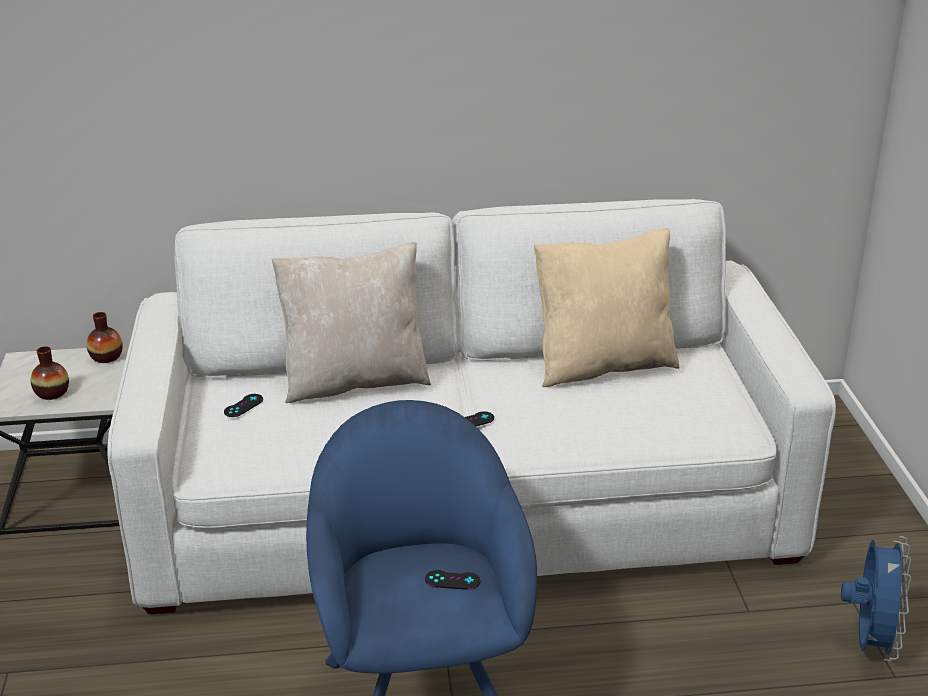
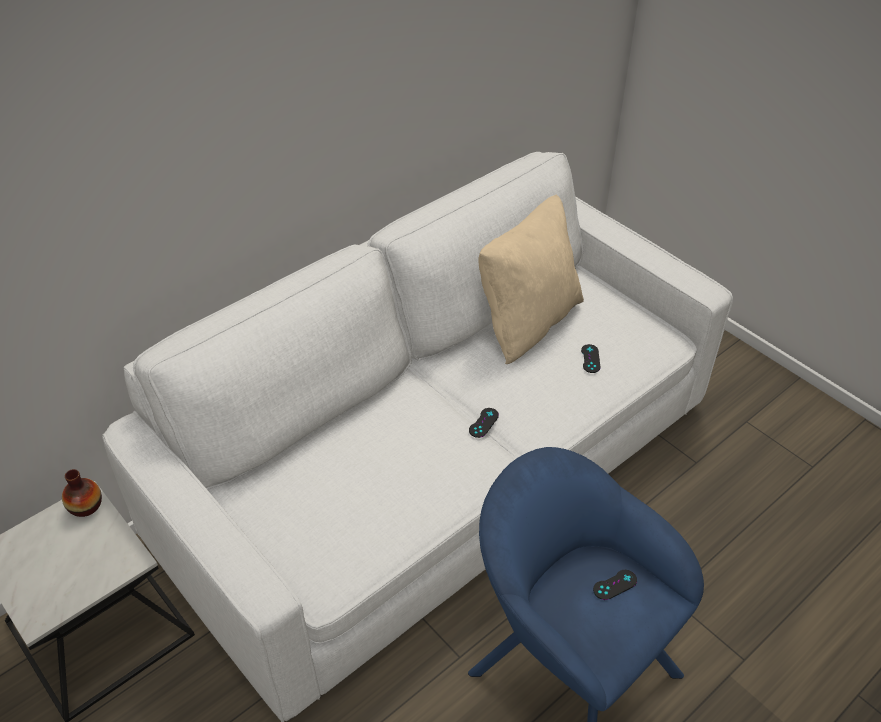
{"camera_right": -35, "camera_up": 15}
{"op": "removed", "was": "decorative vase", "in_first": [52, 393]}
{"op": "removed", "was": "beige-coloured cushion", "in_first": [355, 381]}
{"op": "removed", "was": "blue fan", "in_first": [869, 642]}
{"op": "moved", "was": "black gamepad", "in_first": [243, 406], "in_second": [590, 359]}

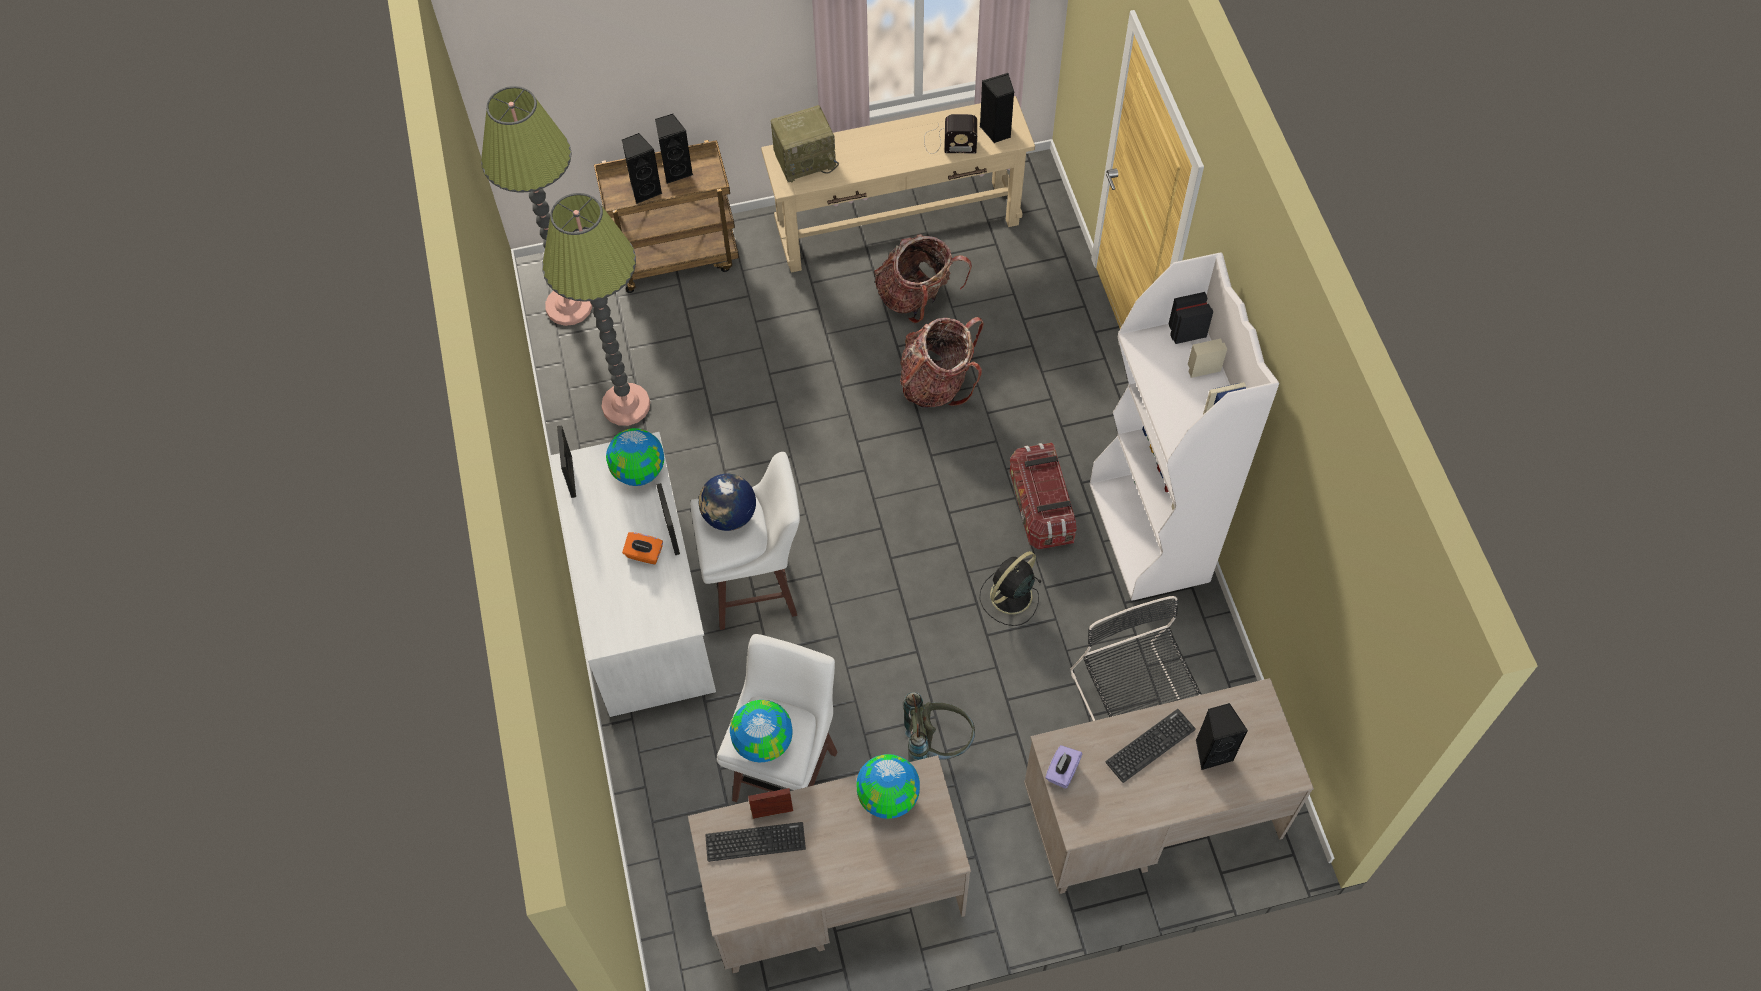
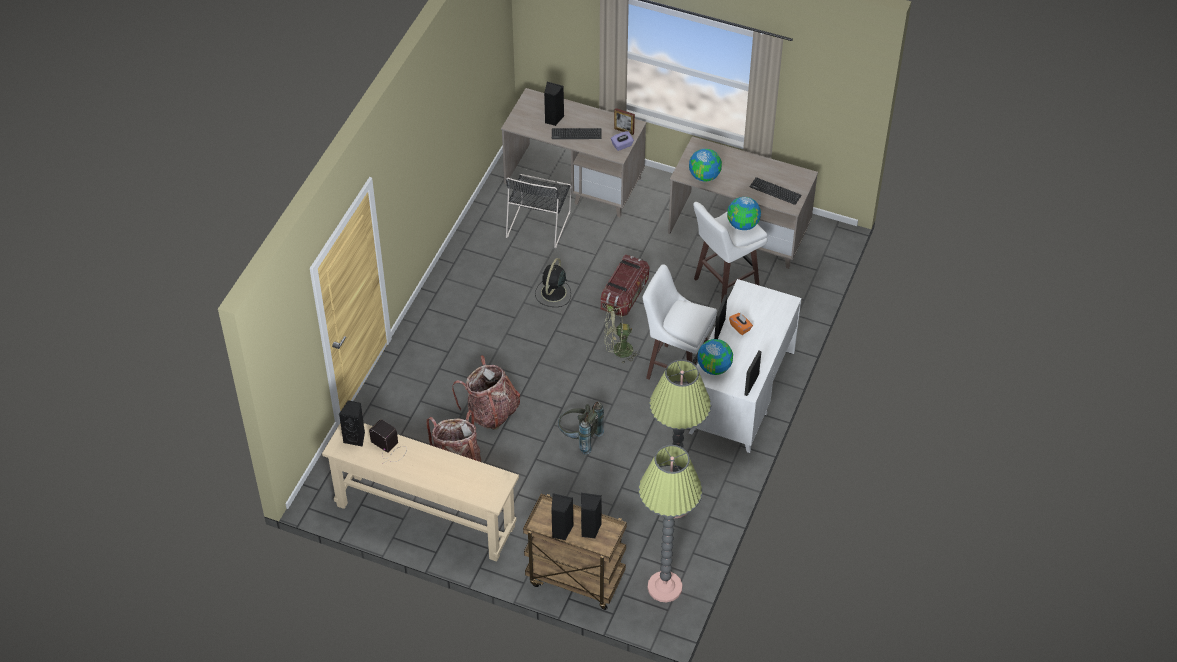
{"camera_right": -145, "camera_up": -10}
{"op": "removed", "was": "globe", "in_first": [729, 516]}
{"op": "removed", "was": "radio receiver", "in_first": [805, 160]}
{"op": "removed", "was": "whitish bookshelf", "in_first": [1149, 533]}
{"op": "added", "now": "green fan", "in_second": [618, 351]}
{"op": "moved", "was": "standing frame", "in_first": [772, 812], "in_second": [624, 131]}
{"op": "moved", "was": "gray knapsack", "in_first": [936, 746], "in_second": [579, 438]}
{"op": "moved", "was": "storage box", "in_first": [1040, 507], "in_second": [625, 295]}
{"op": "turned", "was": "black fan", "in_first": [1009, 597], "in_second": [553, 293], "clockwise": 120}

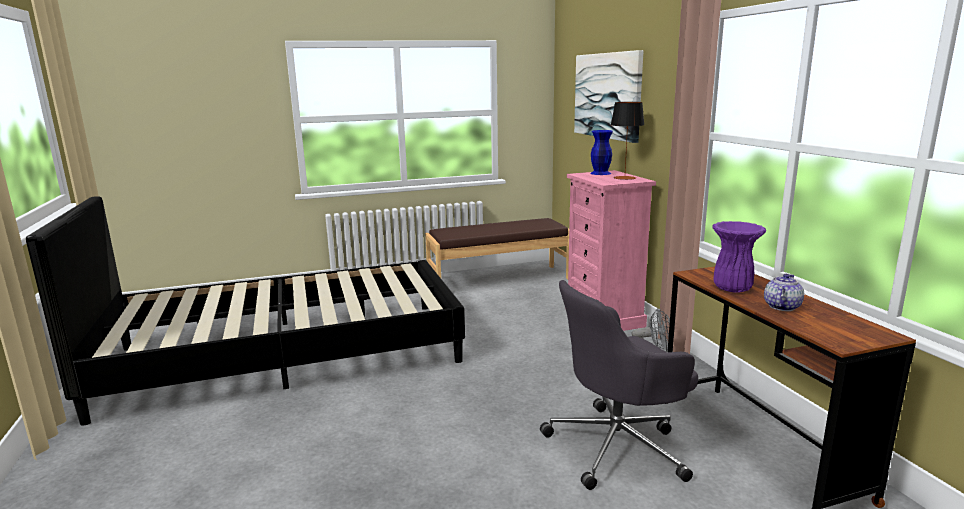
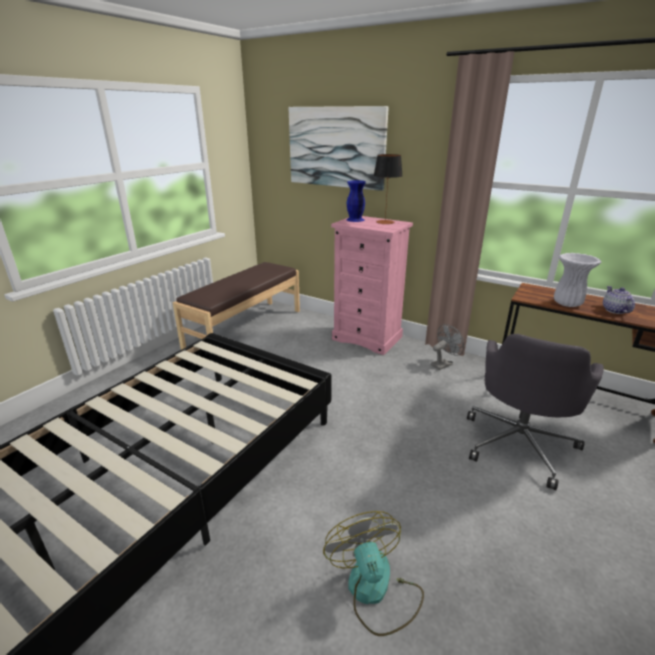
{"camera_right": -40, "camera_up": 10}
{"op": "added", "now": "fan", "in_second": [375, 591]}
{"op": "recoloured", "was": "purplish decorative vase", "now": "whitish decorative vase", "in_first": [731, 289], "in_second": [567, 304]}

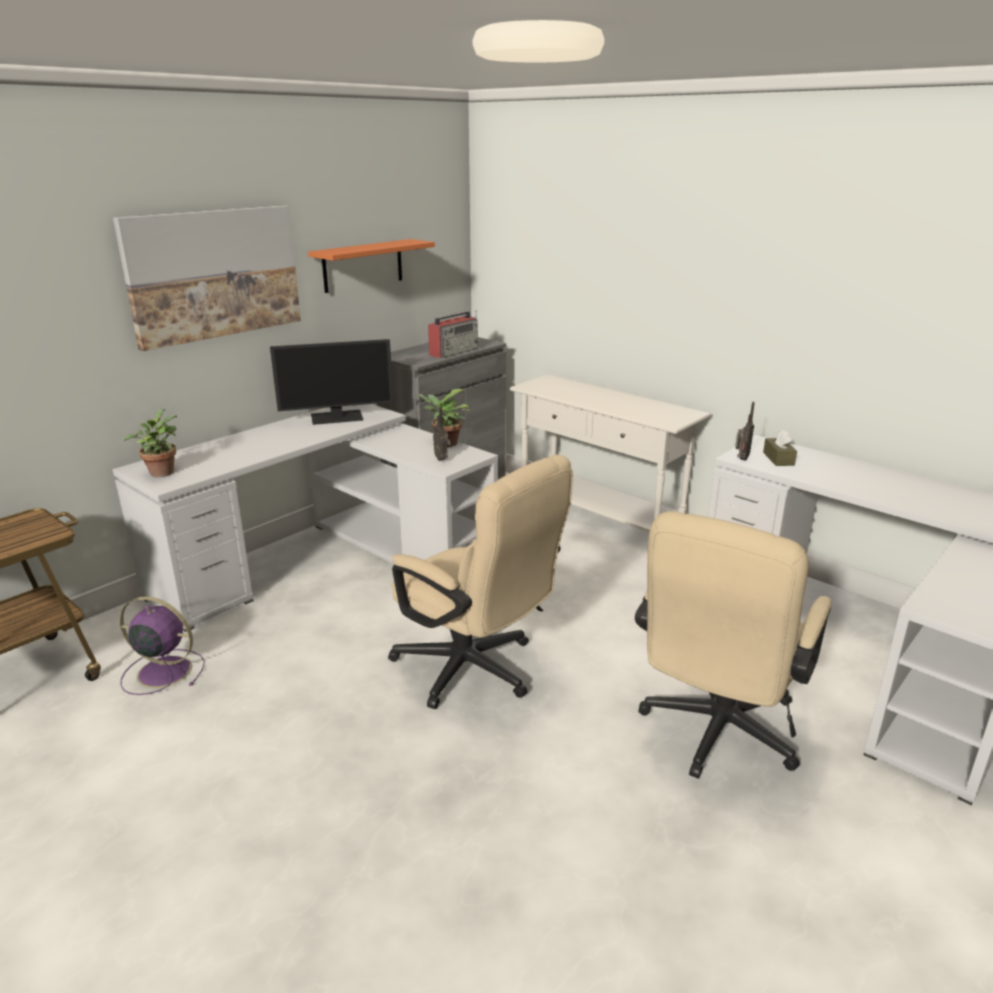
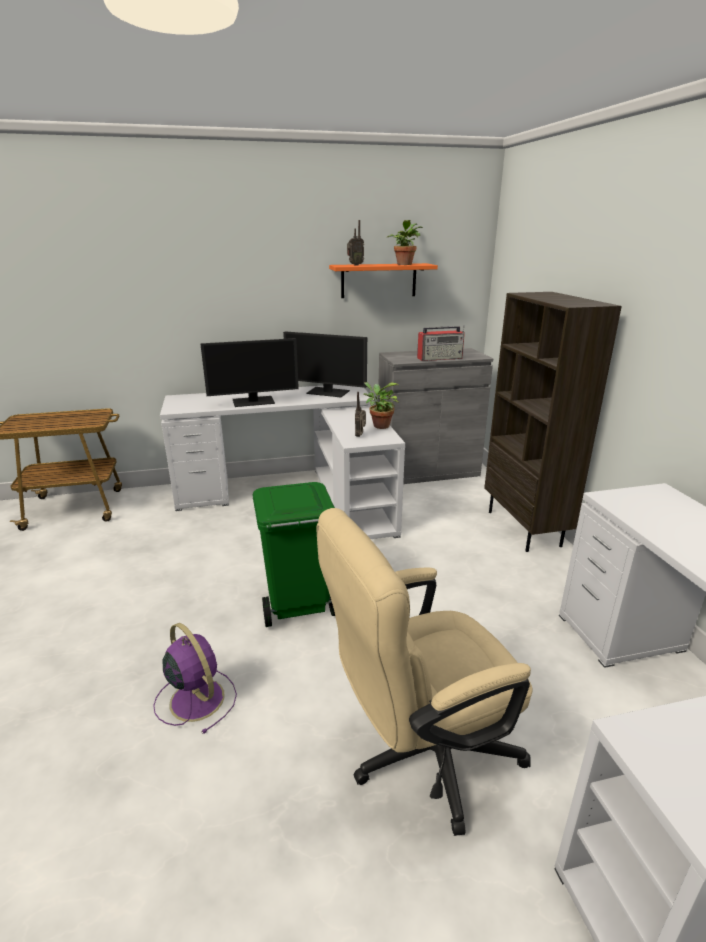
{"camera_right": 35, "camera_up": 0}
{"op": "removed", "was": "wall picture", "in_first": [214, 274]}
{"op": "removed", "was": "brownish box of tissues", "in_first": [778, 459]}
{"op": "added", "now": "monitor", "in_second": [254, 401]}
{"op": "moved", "was": "purplish fan", "in_first": [162, 671], "in_second": [196, 698]}
{"op": "moved", "was": "potted plant", "in_first": [161, 472], "in_second": [404, 264]}
{"op": "moved", "was": "radio receiver", "in_first": [740, 459], "in_second": [354, 265]}
{"op": "replaced", "was": "beige-coloured office chair", "now": "green trash can", "in_first": [475, 671], "in_second": [297, 607]}
{"op": "replaced", "was": "whitish console table", "now": "brownish bookshelf", "in_first": [599, 520], "in_second": [525, 528]}

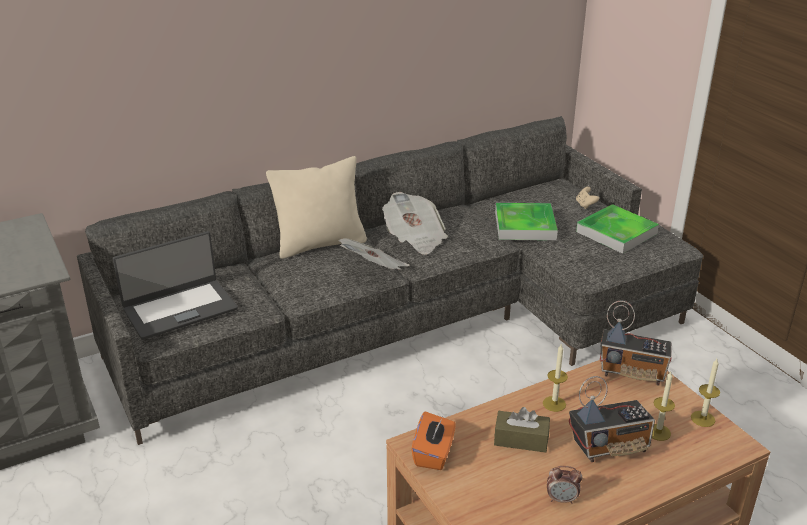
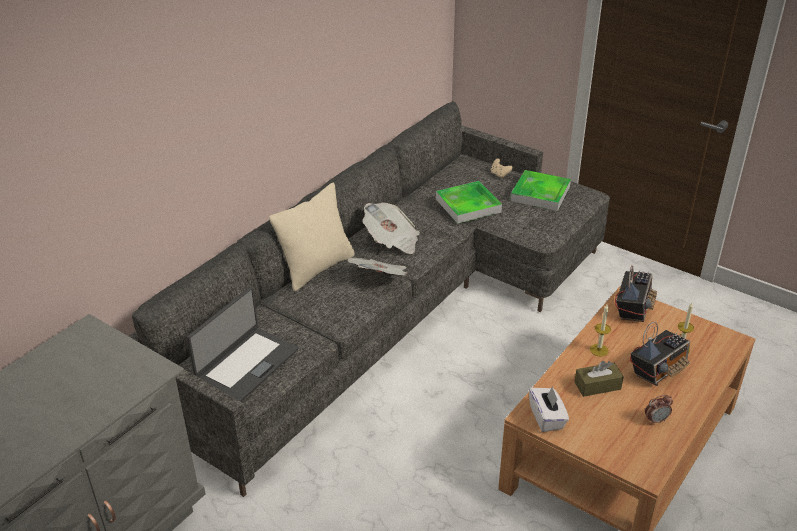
{"camera_right": -25, "camera_up": 5}
{"op": "removed", "was": "candle", "in_first": [703, 419]}
{"op": "recoloured", "was": "orangey box of tissues", "now": "whitish box of tissues", "in_first": [433, 454], "in_second": [547, 418]}
{"op": "turned", "was": "radio receiver", "in_first": [632, 373], "in_second": [633, 308], "clockwise": -60}

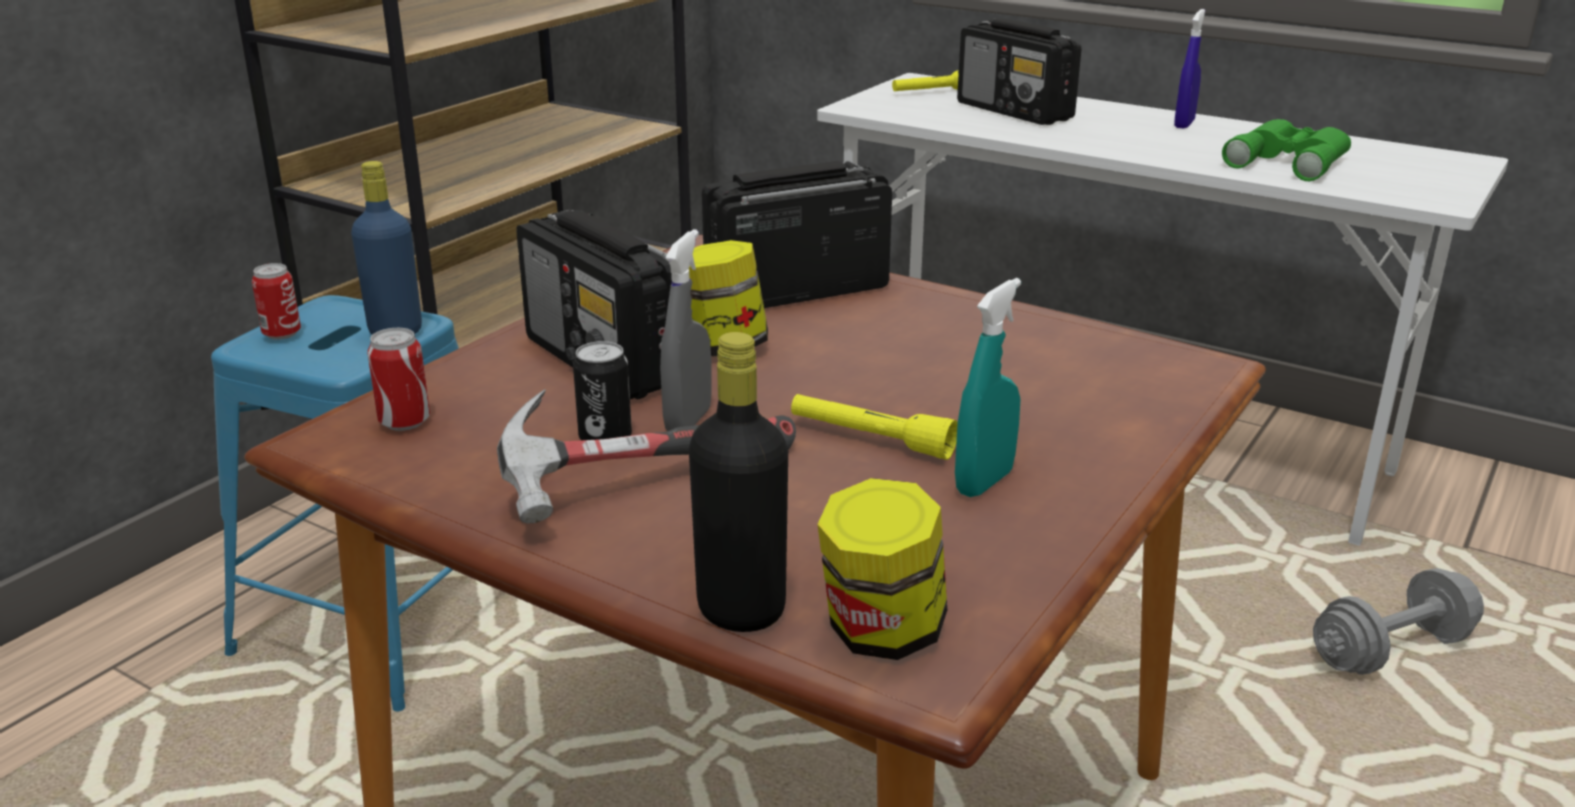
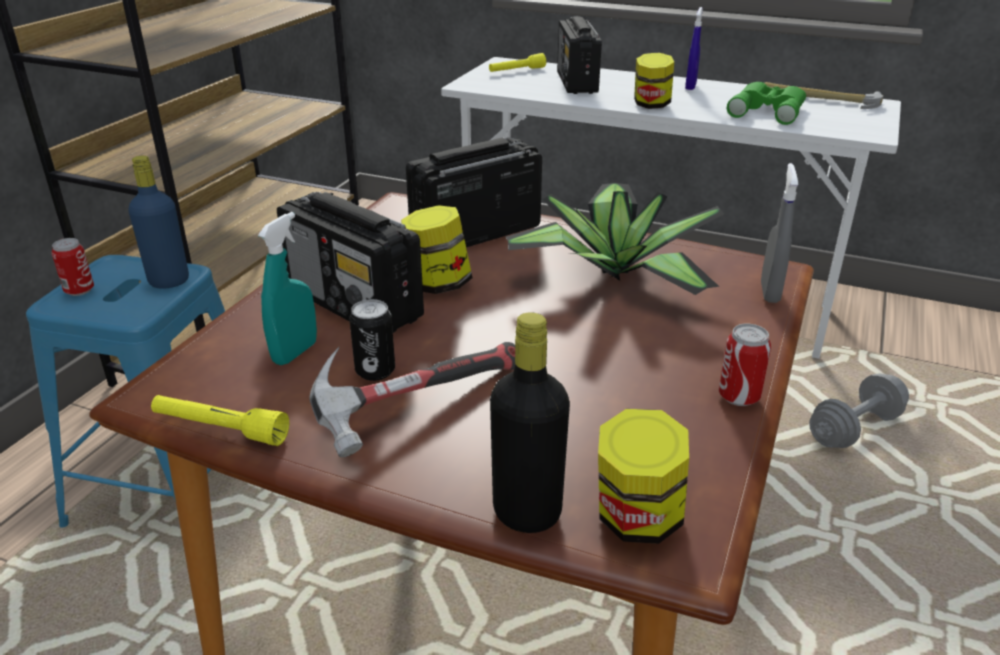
{"camera_right": -10, "camera_up": 5}
{"op": "added", "now": "potted plant", "in_second": [612, 274]}
{"op": "added", "now": "storage jar", "in_second": [651, 105]}
{"op": "added", "now": "hand hammer", "in_second": [820, 99]}
{"op": "moved", "was": "metal can", "in_first": [404, 422], "in_second": [738, 397]}
{"op": "moved", "was": "gray sprayer", "in_first": [688, 421], "in_second": [769, 292]}
{"op": "moved", "was": "yellow-coloured flashlight", "in_first": [871, 439], "in_second": [220, 429]}
{"op": "moved", "was": "turquoise sprayer", "in_first": [984, 482], "in_second": [295, 353]}
{"op": "turned", "was": "radio receiver", "in_first": [1015, 112], "in_second": [576, 83], "clockwise": 45}

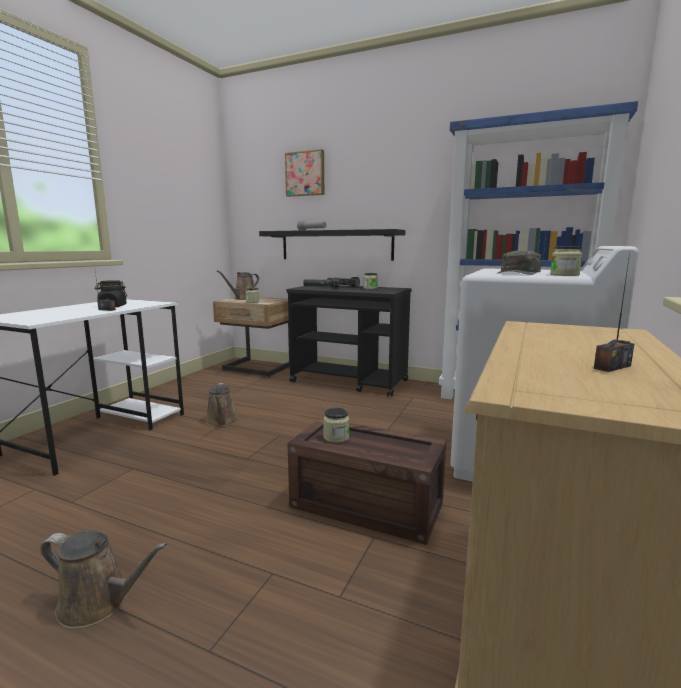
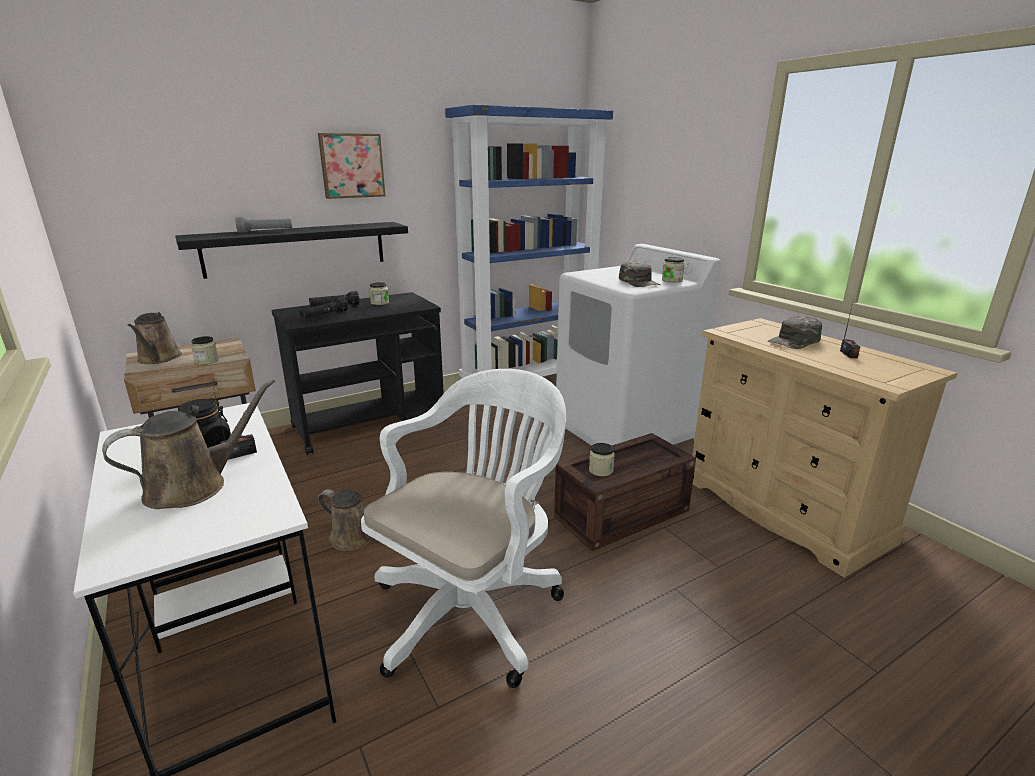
{"camera_right": -55, "camera_up": 10}
{"op": "added", "now": "whitish office chair", "in_second": [473, 607]}
{"op": "added", "now": "green cap", "in_second": [794, 341]}
{"op": "moved", "was": "brownish watering can", "in_first": [99, 603], "in_second": [194, 486]}
{"op": "moved", "was": "wall picture", "in_first": [305, 174], "in_second": [351, 165]}

